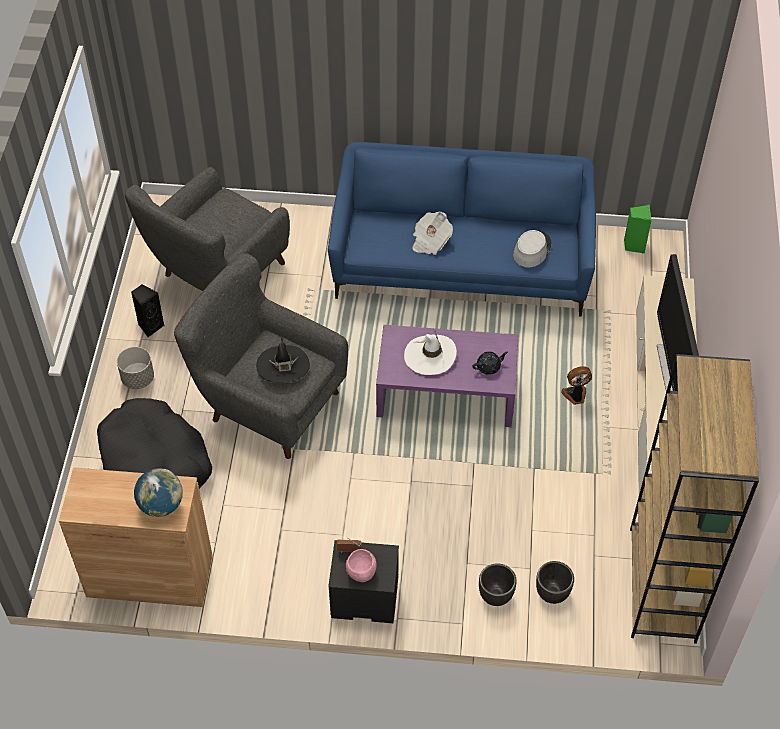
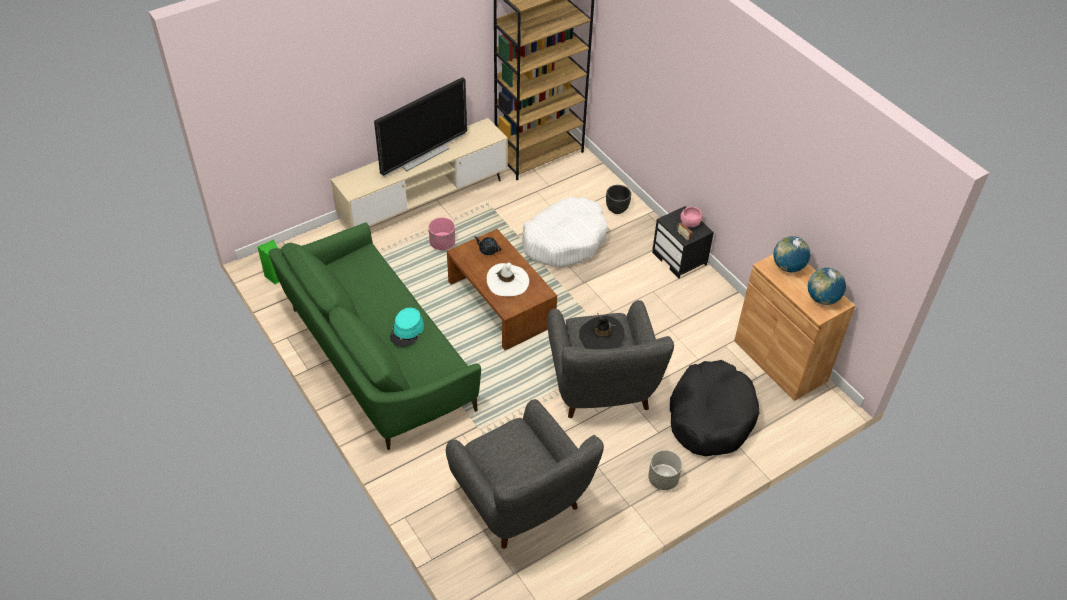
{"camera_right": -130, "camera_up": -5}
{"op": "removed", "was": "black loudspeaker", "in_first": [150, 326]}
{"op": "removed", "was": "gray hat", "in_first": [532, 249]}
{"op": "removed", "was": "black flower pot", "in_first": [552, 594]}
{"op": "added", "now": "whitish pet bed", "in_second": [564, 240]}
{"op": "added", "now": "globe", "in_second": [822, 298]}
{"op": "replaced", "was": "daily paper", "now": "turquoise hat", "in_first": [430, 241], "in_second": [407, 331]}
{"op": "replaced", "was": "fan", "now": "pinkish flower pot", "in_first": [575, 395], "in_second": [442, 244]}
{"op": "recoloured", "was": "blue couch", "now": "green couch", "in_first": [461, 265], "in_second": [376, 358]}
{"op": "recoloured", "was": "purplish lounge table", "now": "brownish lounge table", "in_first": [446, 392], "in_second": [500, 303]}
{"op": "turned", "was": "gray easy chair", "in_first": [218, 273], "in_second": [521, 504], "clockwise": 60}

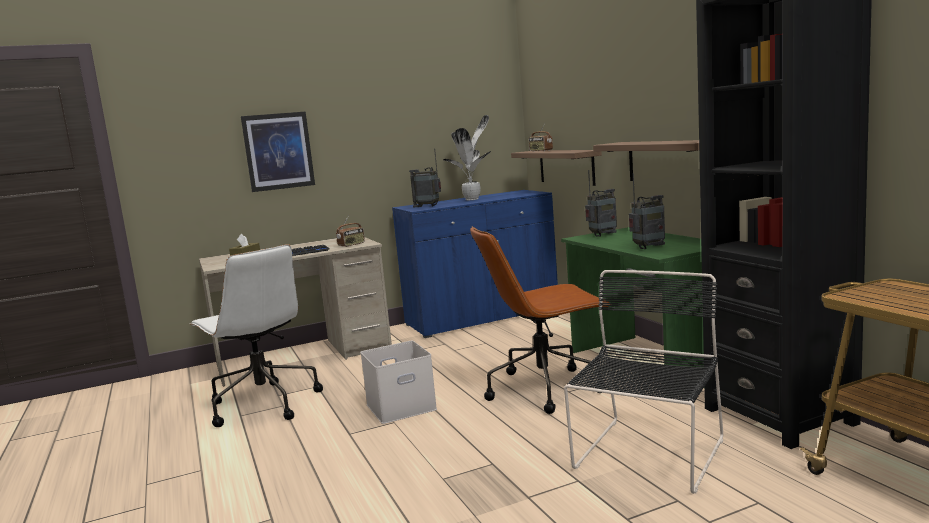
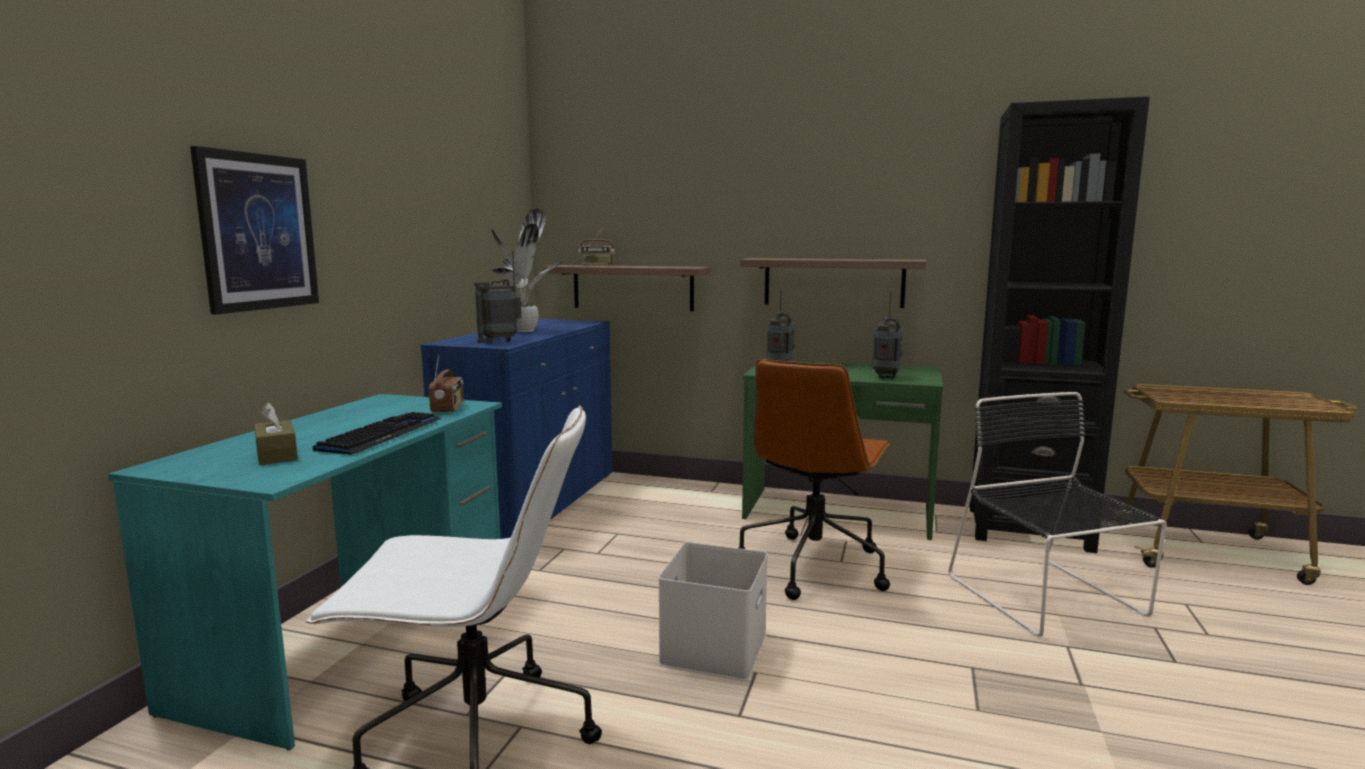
{"camera_right": -50, "camera_up": 0}
{"op": "recoloured", "was": "beige-coloured desk table", "now": "turquoise desk table", "in_first": [304, 357], "in_second": [356, 635]}

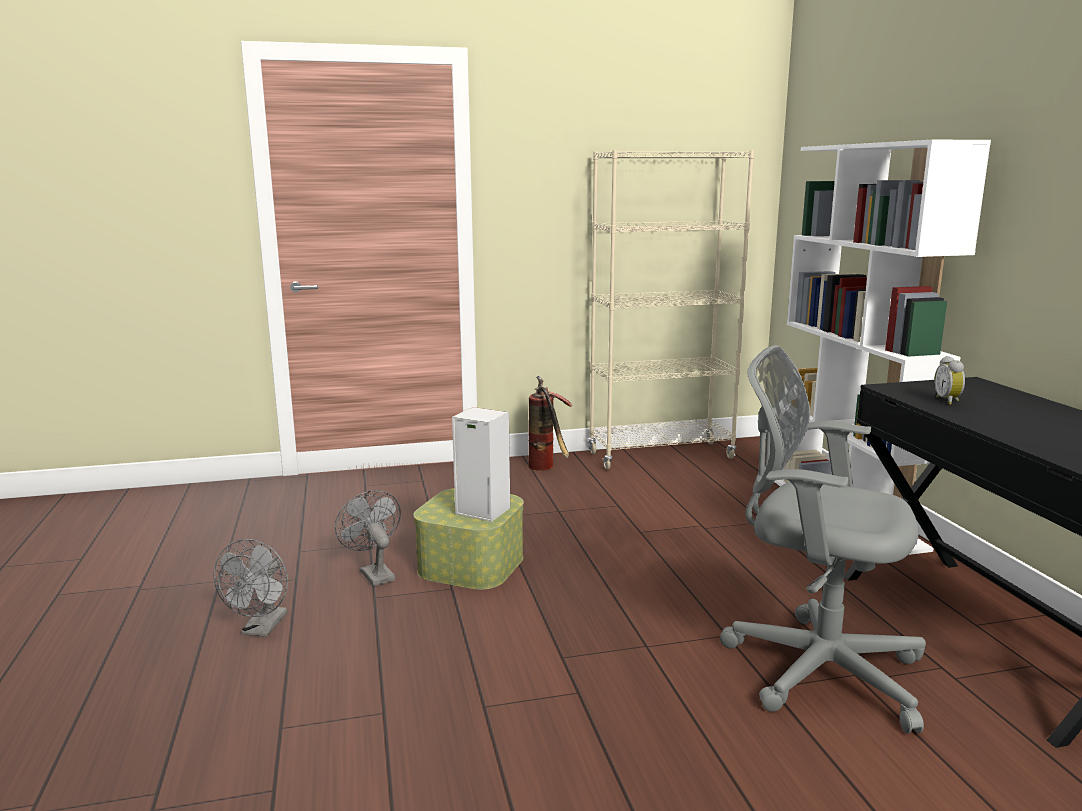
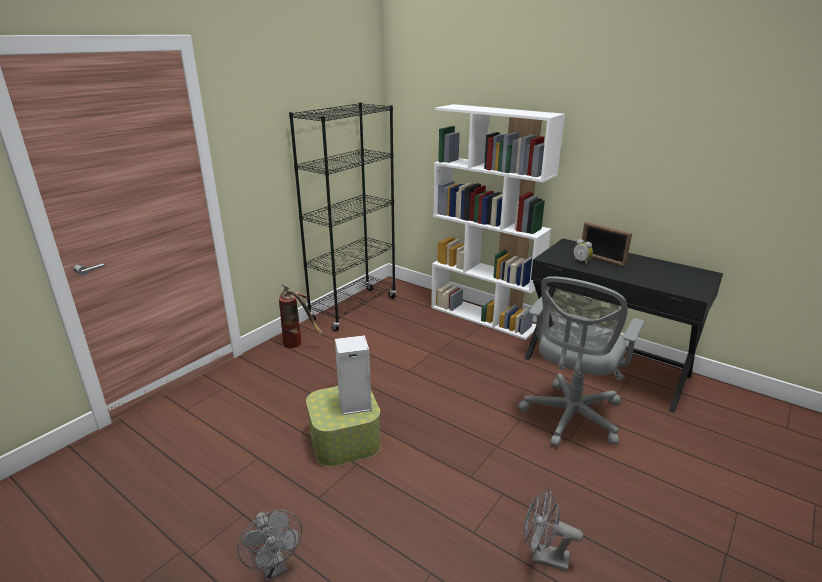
{"camera_right": -40, "camera_up": 10}
{"op": "added", "now": "standing frame", "in_second": [601, 260]}
{"op": "moved", "was": "gray fan", "in_first": [373, 573], "in_second": [543, 557]}
{"op": "recoloured", "was": "beige-coloured bookshelf", "now": "black bookshelf", "in_first": [661, 456], "in_second": [354, 309]}
{"op": "turned", "was": "gray office chair", "in_first": [814, 667], "in_second": [570, 418], "clockwise": -45}

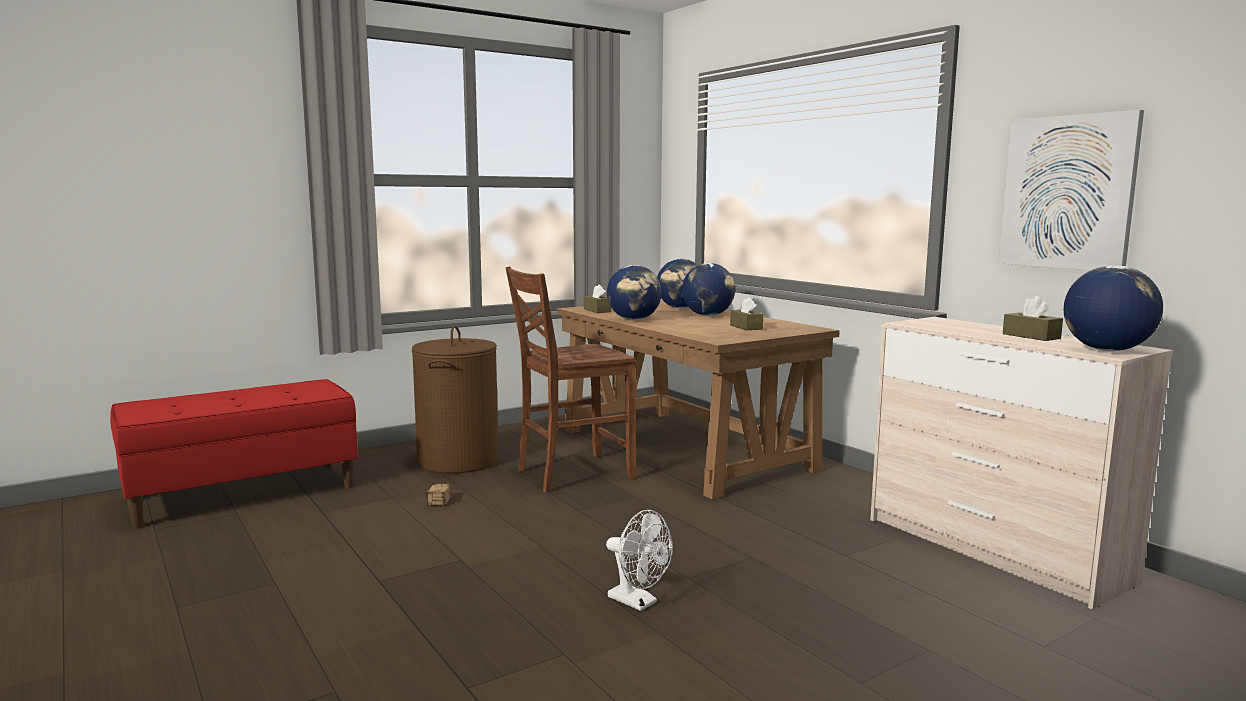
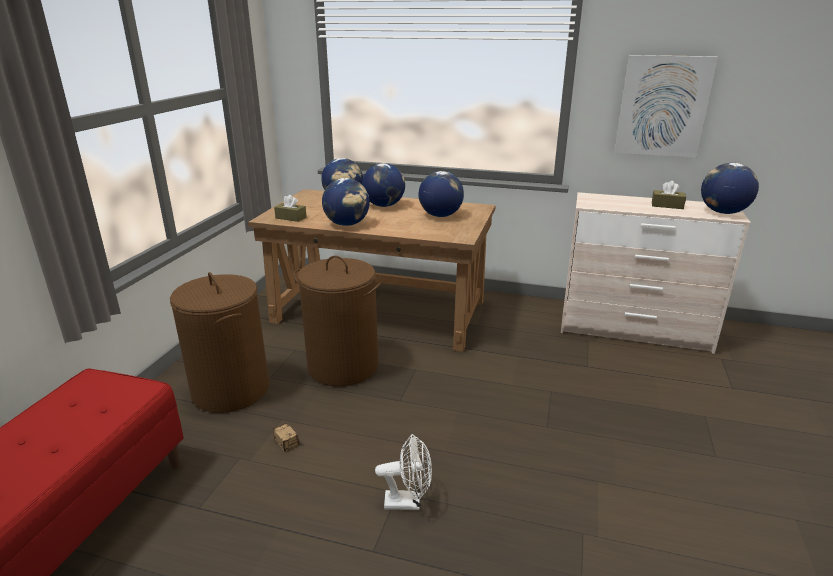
{"camera_right": -40, "camera_up": 15}
{"op": "moved", "was": "whitish fan", "in_first": [638, 602], "in_second": [408, 502]}
{"op": "replaced", "was": "brownish chair", "now": "brownish washing basket", "in_first": [571, 474], "in_second": [342, 366]}
{"op": "replaced", "was": "brownish box of tissues", "now": "globe", "in_first": [746, 327], "in_second": [440, 215]}

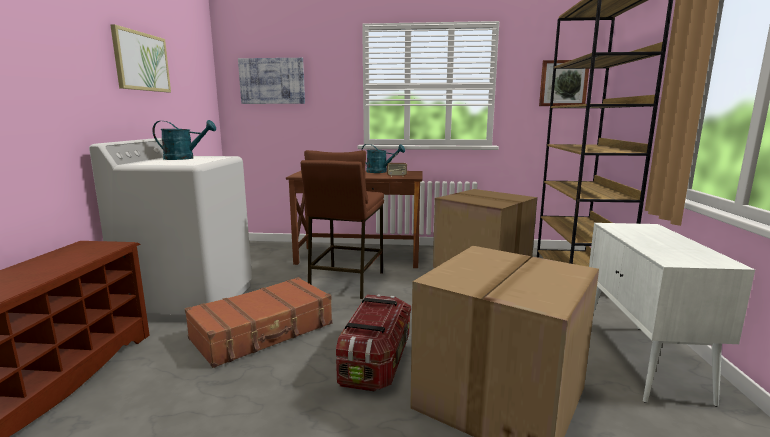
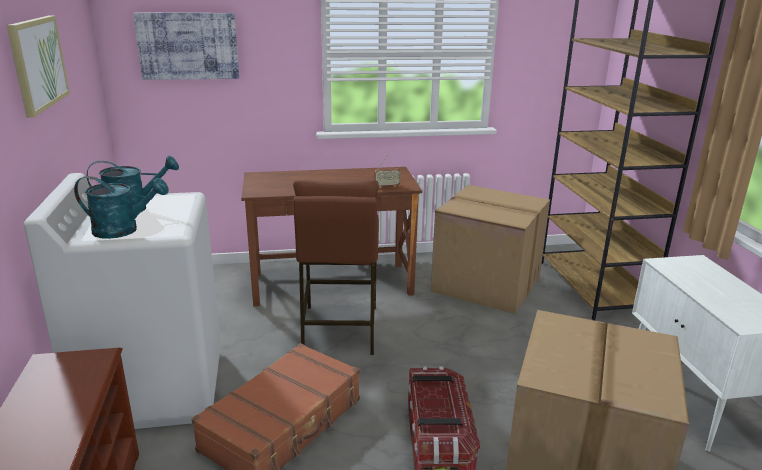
{"camera_right": -15, "camera_up": 10}
{"op": "removed", "was": "wall picture", "in_first": [563, 83]}
{"op": "moved", "was": "turquoise watering can", "in_first": [380, 172], "in_second": [123, 230]}

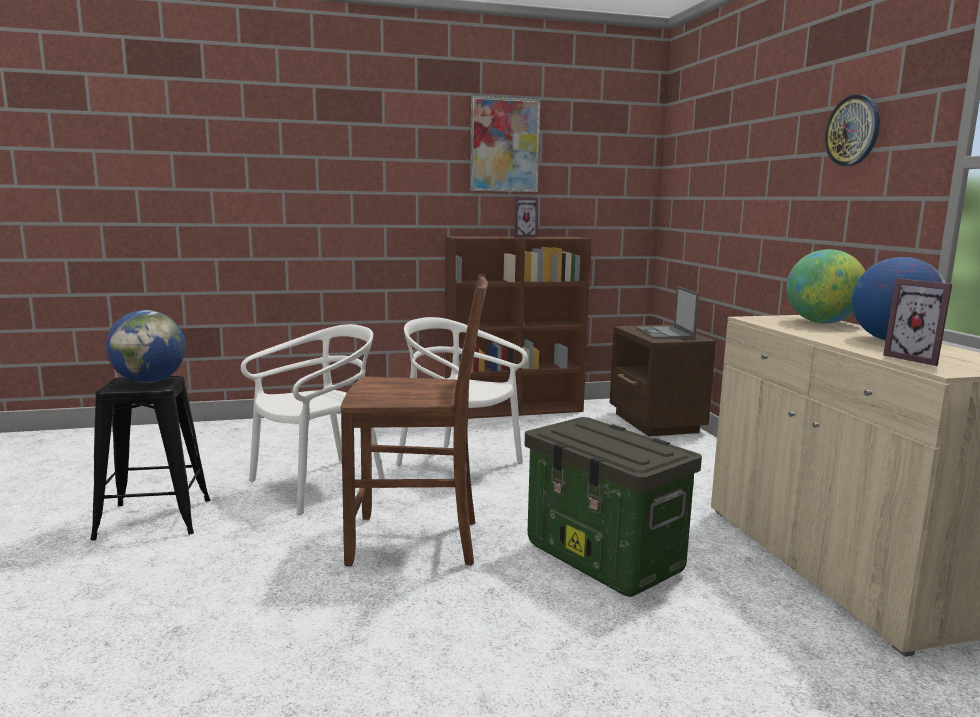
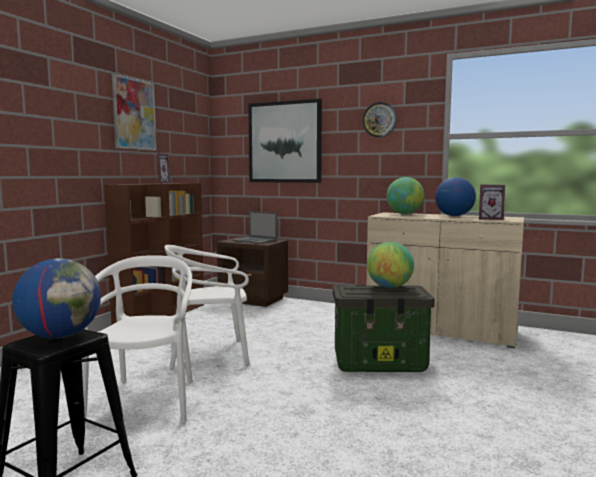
{"camera_right": -50, "camera_up": -5}
{"op": "removed", "was": "brownish chair", "in_first": [417, 542]}
{"op": "added", "now": "wall picture", "in_second": [285, 142]}
{"op": "added", "now": "globe", "in_second": [389, 287]}

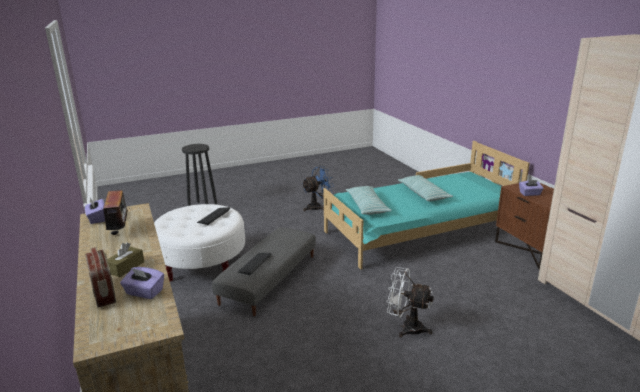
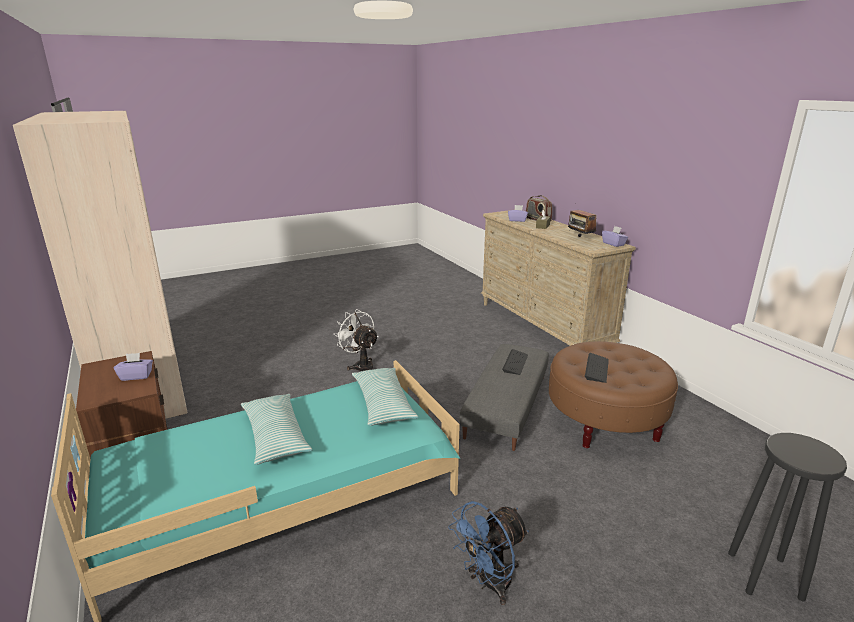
{"camera_right": 175, "camera_up": 0}
{"op": "recoloured", "was": "whitish footrest", "now": "brownish footrest", "in_first": [202, 264], "in_second": [605, 422]}
{"op": "turned", "was": "whitish fan", "in_first": [406, 327], "in_second": [361, 366], "clockwise": -150}

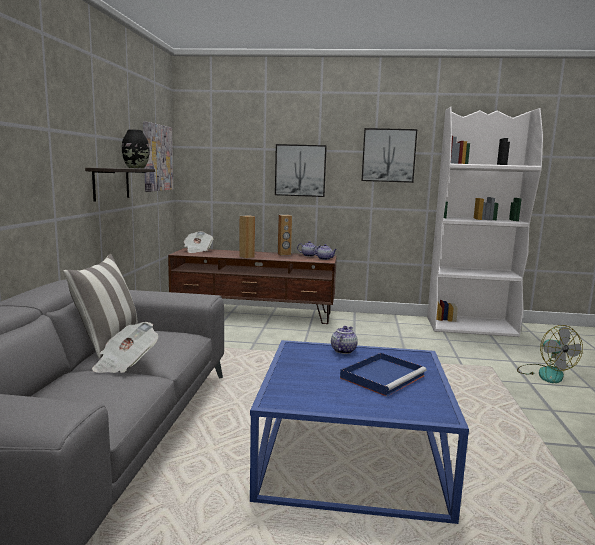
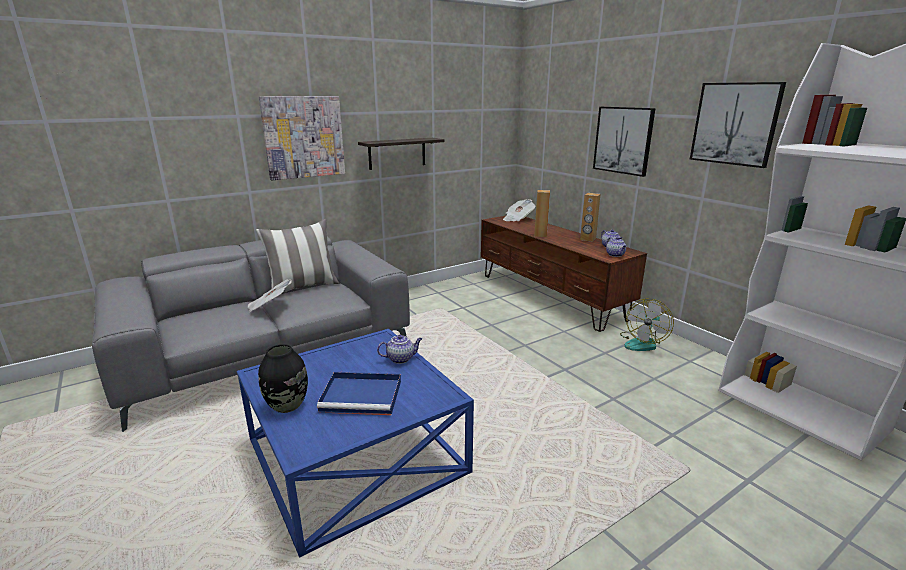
{"camera_right": 50, "camera_up": 10}
{"op": "moved", "was": "black decorative vase", "in_first": [136, 168], "in_second": [287, 405]}
{"op": "moved", "was": "wall picture", "in_first": [157, 157], "in_second": [304, 137]}
{"op": "moved", "was": "fan", "in_first": [545, 373], "in_second": [642, 343]}

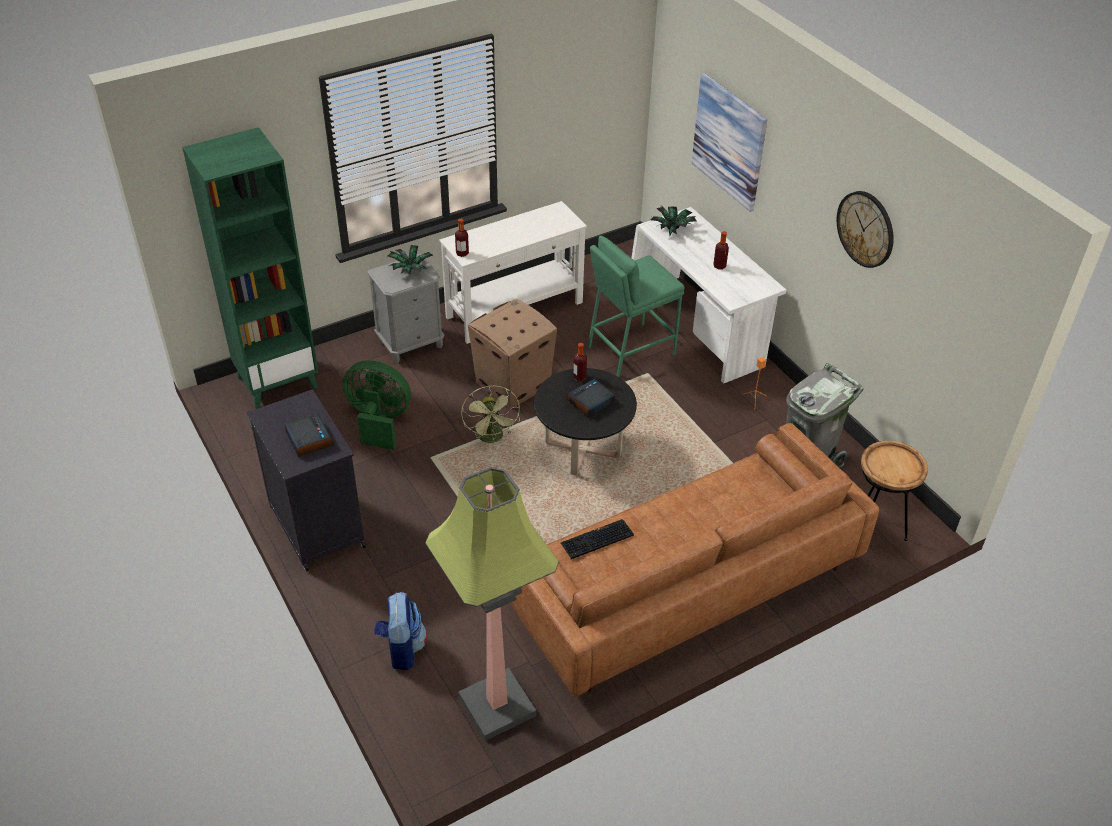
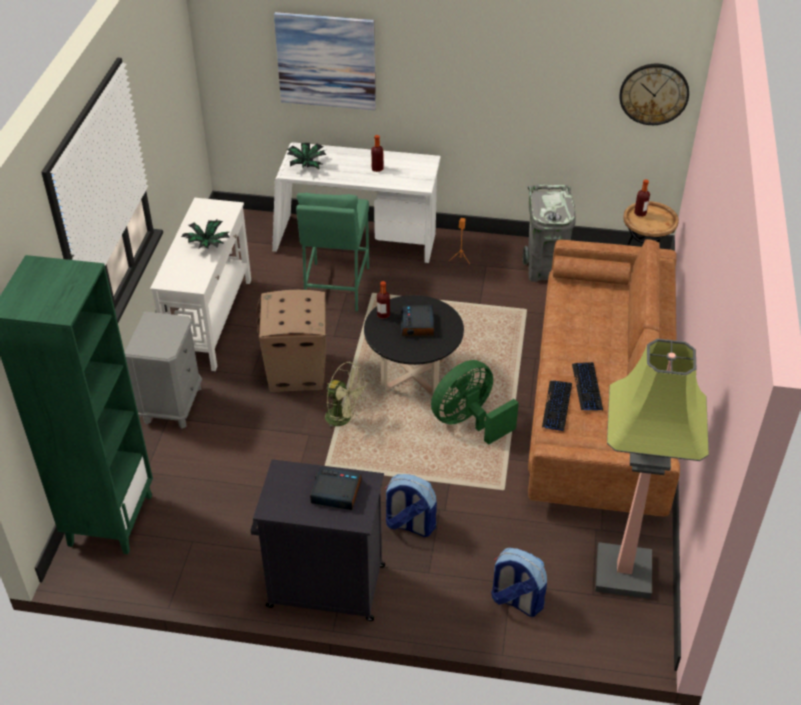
{"camera_right": -50, "camera_up": 0}
{"op": "added", "now": "knapsack", "in_second": [409, 525]}
{"op": "added", "now": "computer keyboard", "in_second": [587, 387]}
{"op": "moved", "was": "green fan", "in_first": [379, 422], "in_second": [469, 421]}
{"op": "moved", "was": "potted plant", "in_first": [410, 269], "in_second": [207, 245]}
{"op": "moved", "was": "bottle", "in_first": [462, 253], "in_second": [640, 213]}
{"op": "moved", "was": "wall clock", "in_first": [866, 229], "in_second": [654, 94]}

